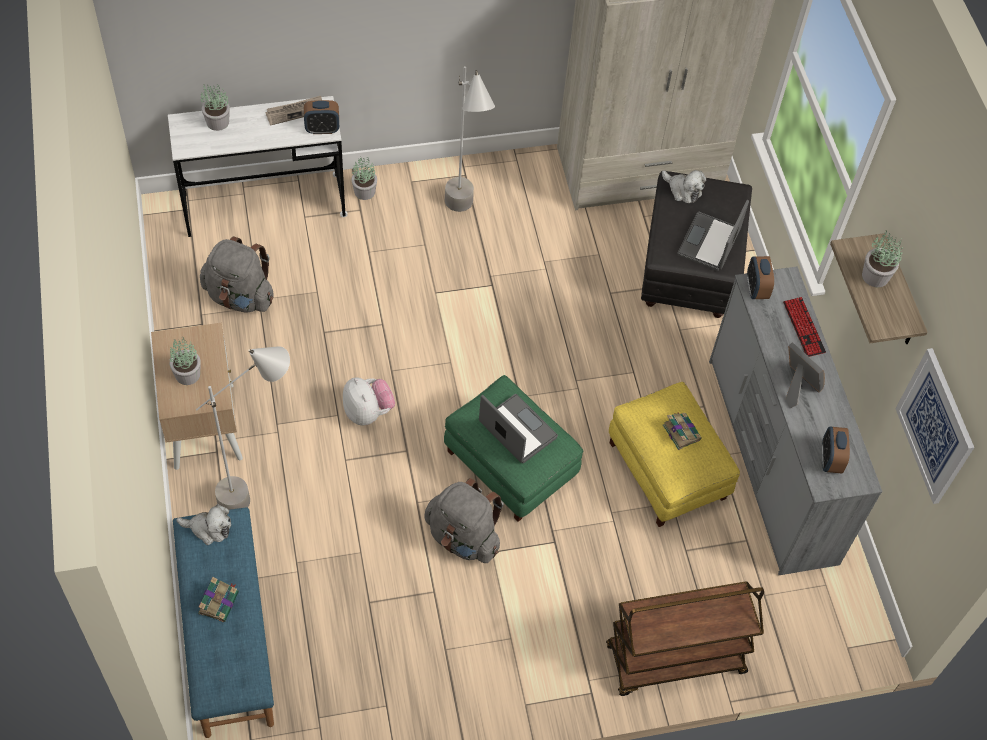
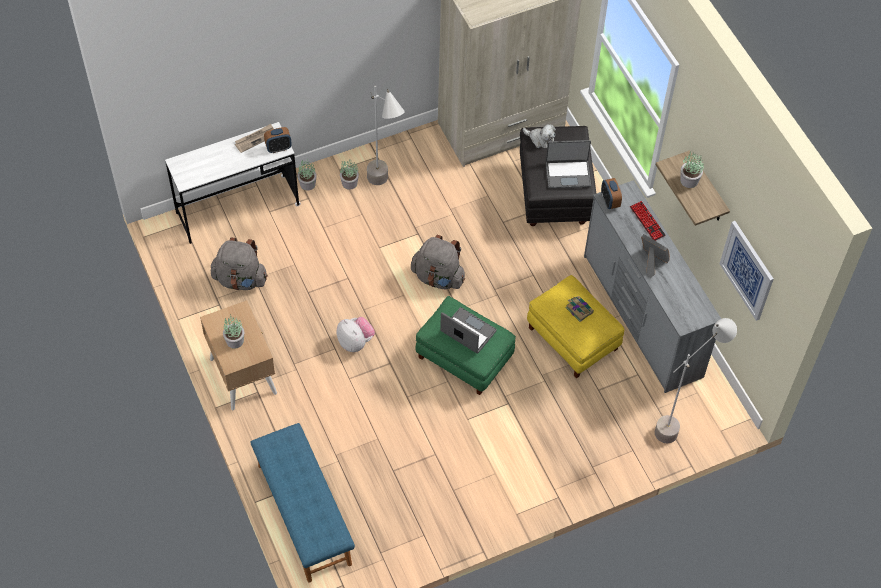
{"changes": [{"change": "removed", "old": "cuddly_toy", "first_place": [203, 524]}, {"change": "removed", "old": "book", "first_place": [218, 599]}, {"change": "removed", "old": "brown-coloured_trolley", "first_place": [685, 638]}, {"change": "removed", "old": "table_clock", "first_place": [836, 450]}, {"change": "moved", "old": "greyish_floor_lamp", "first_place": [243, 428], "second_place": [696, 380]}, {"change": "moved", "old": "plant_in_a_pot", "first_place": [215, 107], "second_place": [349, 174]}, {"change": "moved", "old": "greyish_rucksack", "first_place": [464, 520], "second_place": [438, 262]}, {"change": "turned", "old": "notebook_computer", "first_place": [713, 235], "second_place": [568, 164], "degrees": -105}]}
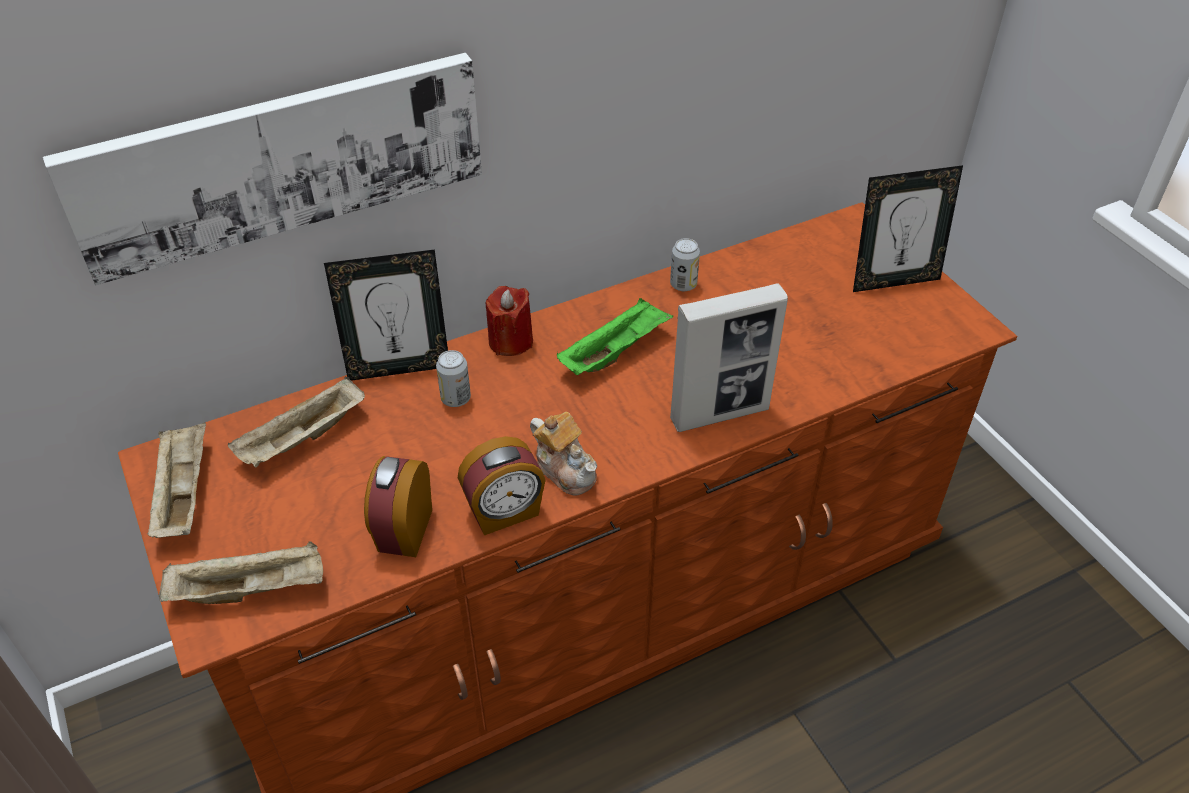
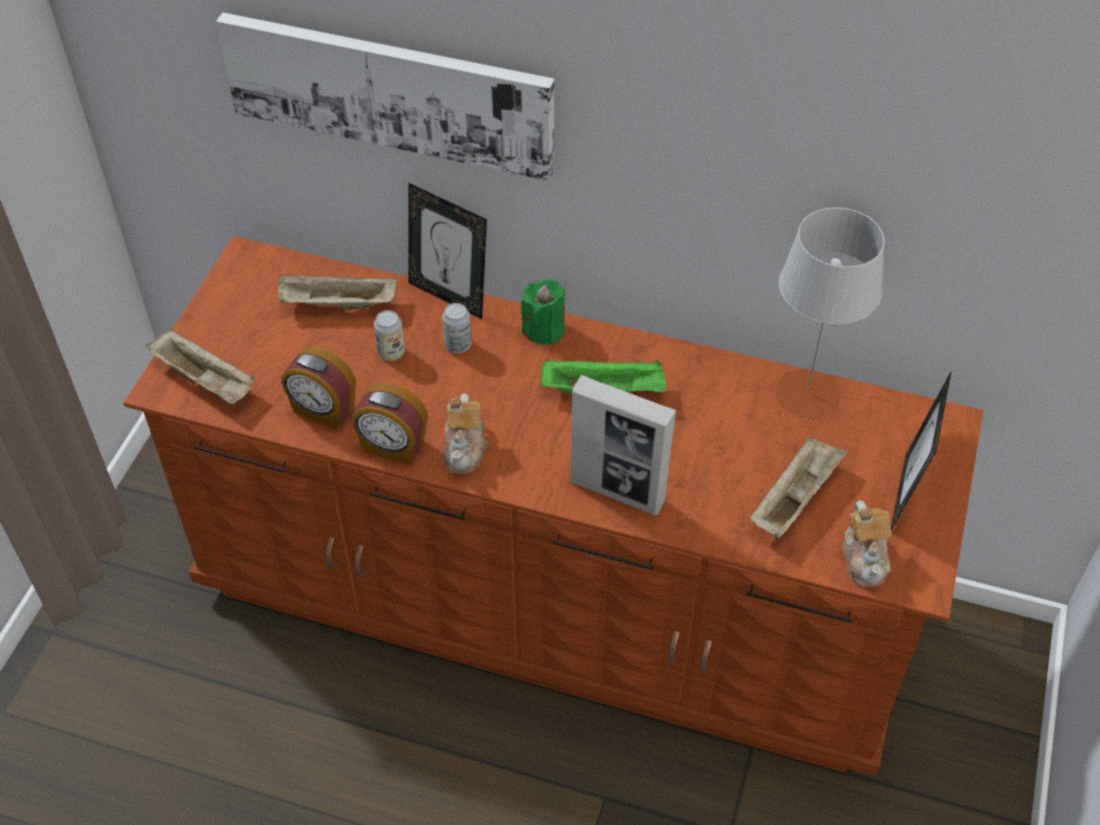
{"changes": [{"change": "added", "new": "greyish_tabletop_lamp", "second_place": [830, 313]}, {"change": "added", "new": "teapot", "second_place": [867, 543]}, {"change": "moved", "old": "sand-coloured_tray", "first_place": [176, 480], "second_place": [798, 487]}, {"change": "moved", "old": "can", "first_place": [685, 264], "second_place": [389, 335]}, {"change": "recoloured", "old": "red-coloured_candle", "new": "green_candle", "first_place": [509, 321], "second_place": [543, 312]}, {"change": "turned", "old": "table_clock", "first_place": [398, 506], "second_place": [318, 387], "degrees": -120}, {"change": "turned", "old": "standing_frame", "first_place": [908, 228], "second_place": [921, 450], "degrees": 75}]}
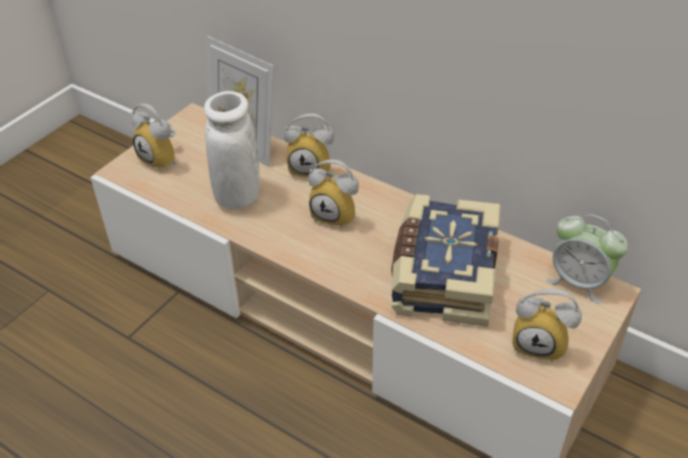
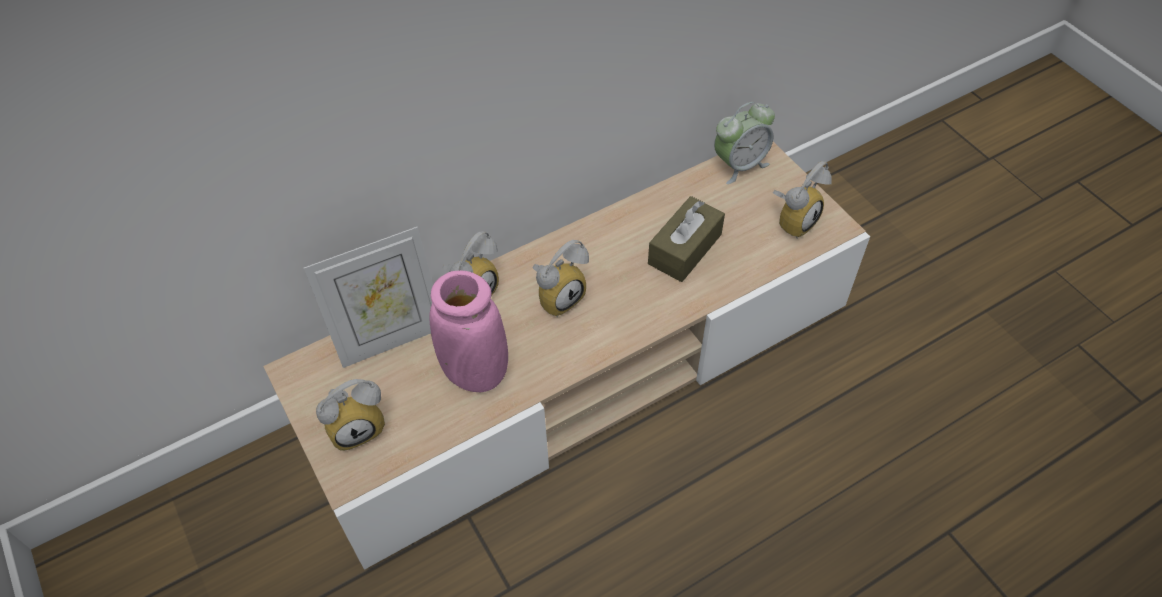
{"changes": [{"change": "replaced", "old": "book", "new": "brown-coloured_tissue_holder", "first_place": [446, 260], "second_place": [686, 239]}, {"change": "recoloured", "old": "whitish_flower_vase", "new": "pink-coloured_flower_vase", "first_place": [232, 150], "second_place": [468, 331]}]}
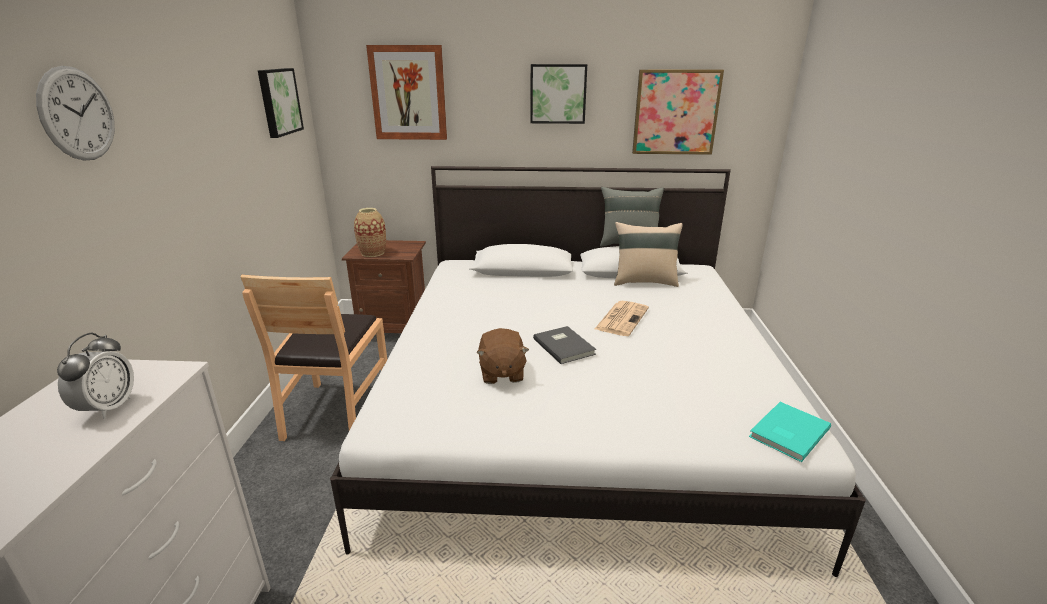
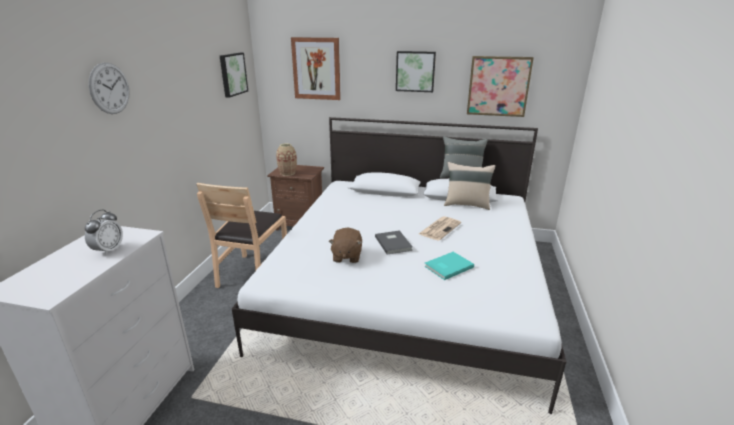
{"changes": [{"change": "moved", "old": "turquoise-coloured_book", "first_place": [790, 432], "second_place": [449, 266]}]}
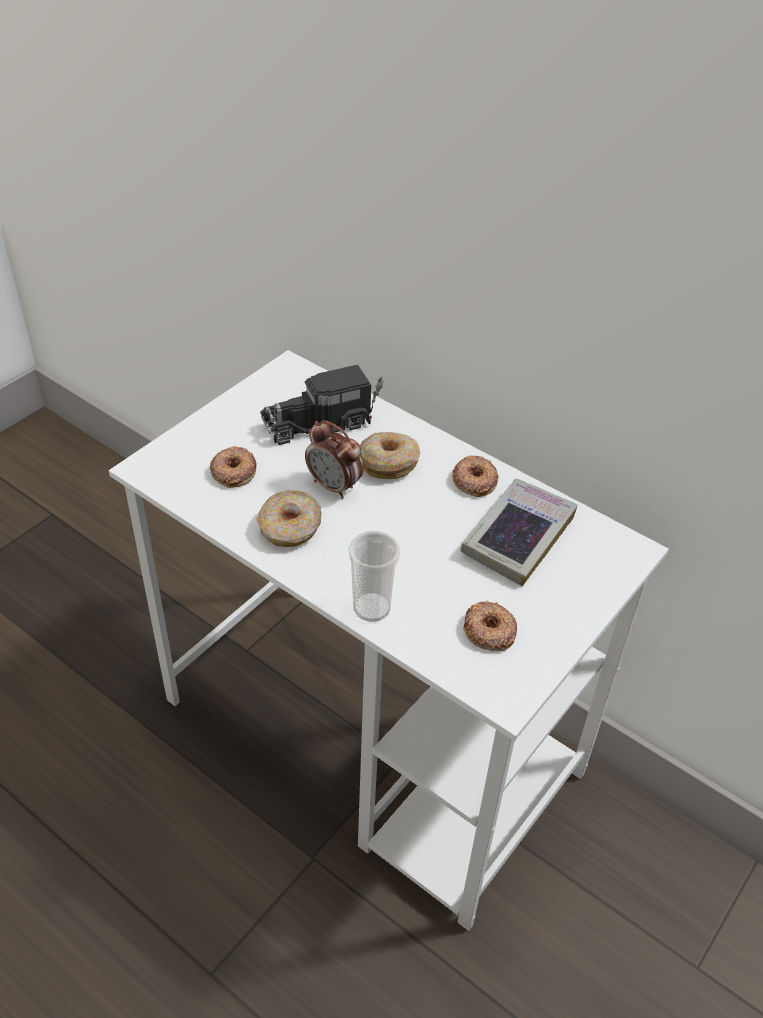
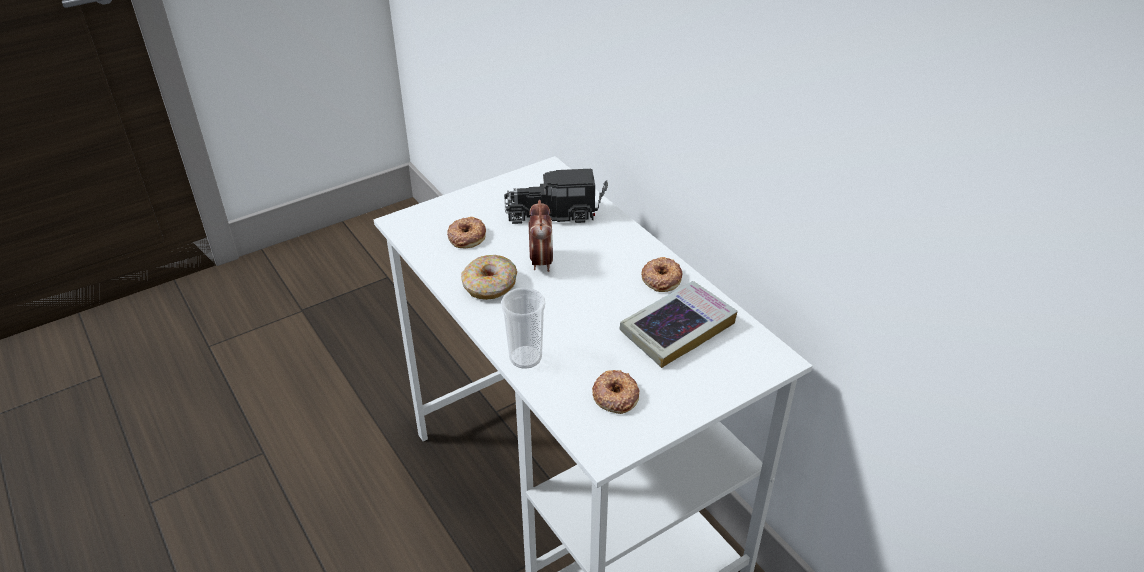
{"changes": [{"change": "removed", "old": "donut", "first_place": [390, 455]}, {"change": "turned", "old": "table_clock", "first_place": [334, 459], "second_place": [540, 236], "degrees": -150}]}
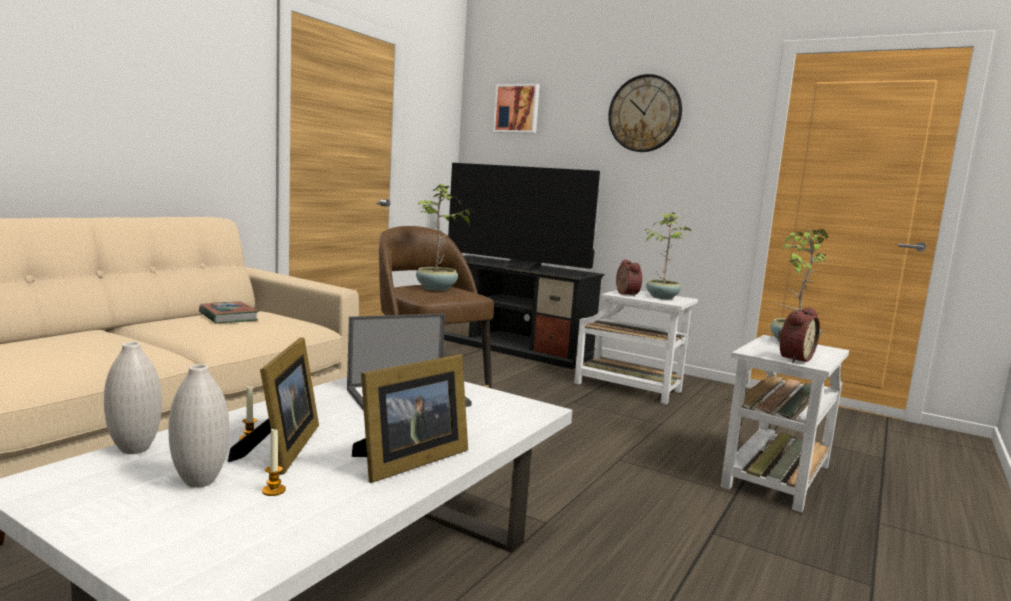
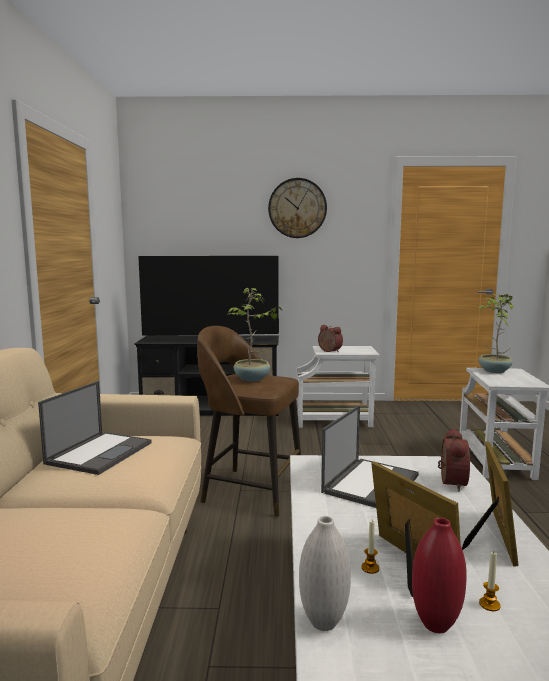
{"changes": [{"change": "removed", "old": "picture", "first_place": [516, 108]}, {"change": "removed", "old": "plant_in_a_pot", "first_place": [667, 255]}, {"change": "moved", "old": "table_clock", "first_place": [799, 335], "second_place": [454, 459]}, {"change": "replaced", "old": "book", "new": "notebook_computer", "first_place": [229, 313], "second_place": [95, 428]}, {"change": "recoloured", "old": "whitish_flower_vase", "new": "red-coloured_flower_vase", "first_place": [199, 426], "second_place": [439, 575]}]}
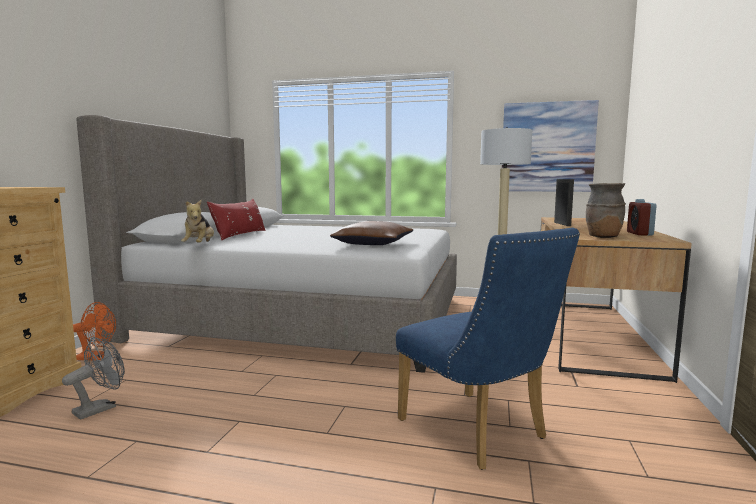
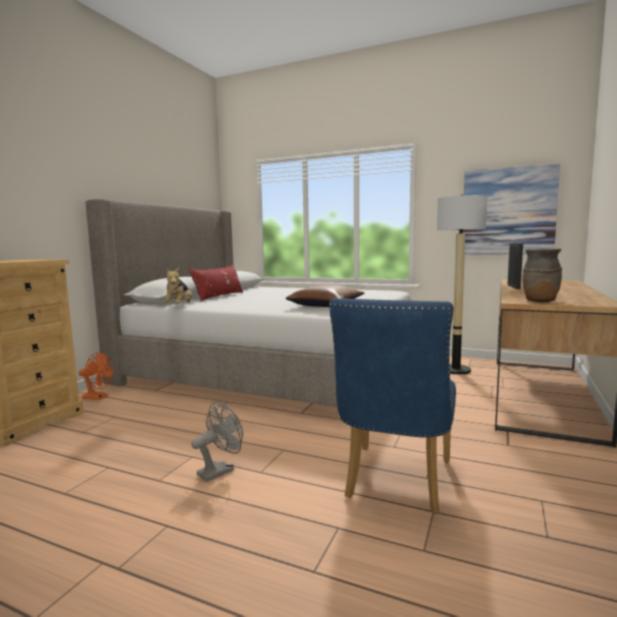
{"changes": [{"change": "removed", "old": "table_clock", "first_place": [641, 217]}, {"change": "moved", "old": "greyish_electric_fan", "first_place": [93, 378], "second_place": [217, 442]}, {"change": "turned", "old": "blue_chair", "first_place": [488, 349], "second_place": [392, 406], "degrees": 45}]}
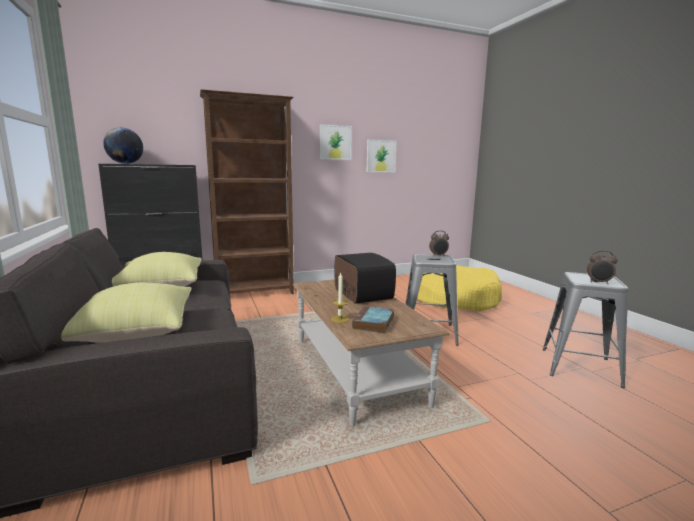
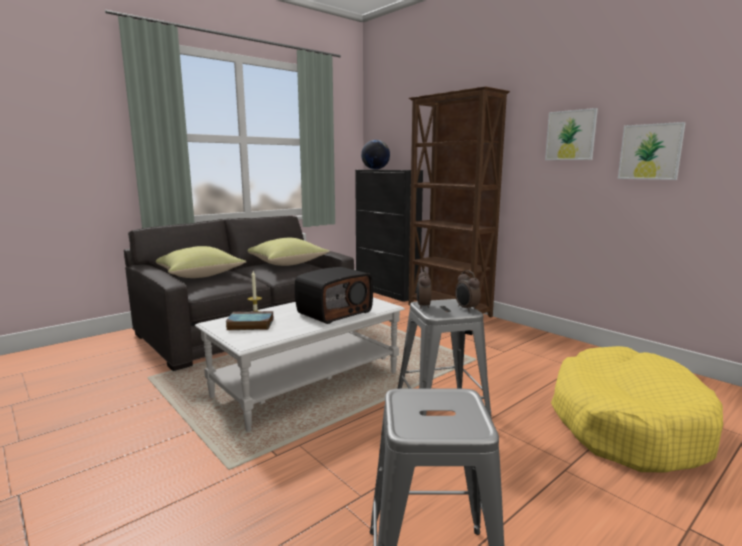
{"changes": [{"change": "moved", "old": "table_clock", "first_place": [602, 267], "second_place": [424, 288]}, {"change": "recoloured", "old": "brown-coloured_low_table", "new": "whitish_low_table", "first_place": [371, 353], "second_place": [300, 365]}]}
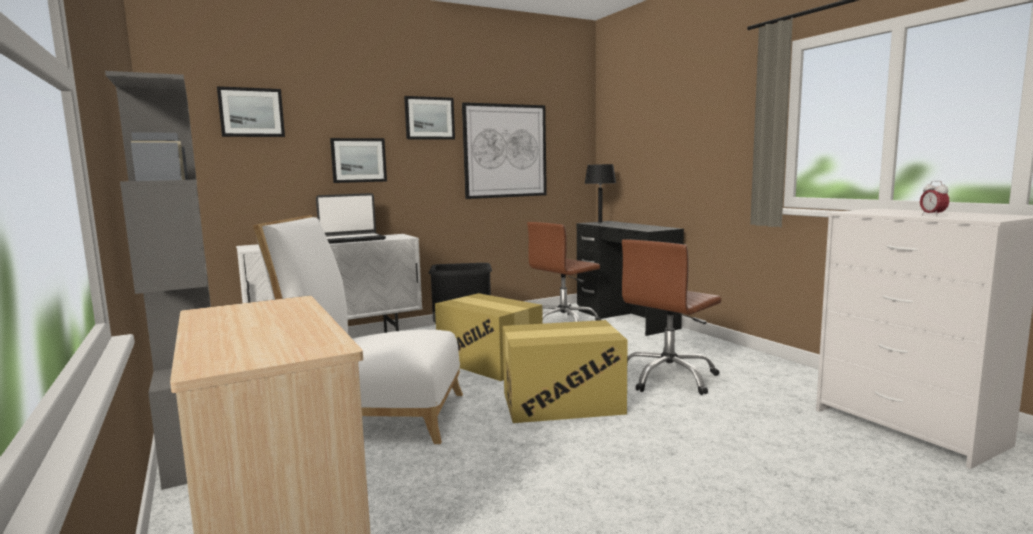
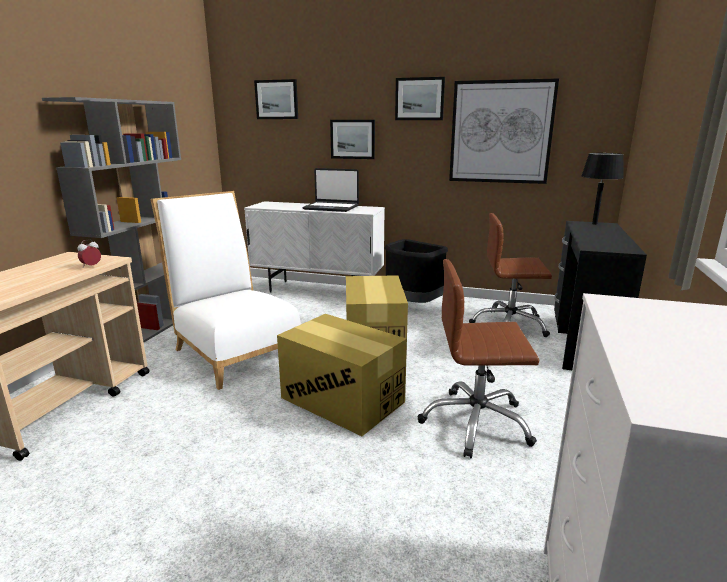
{"changes": [{"change": "moved", "old": "table_clock", "first_place": [934, 198], "second_place": [89, 253]}]}
